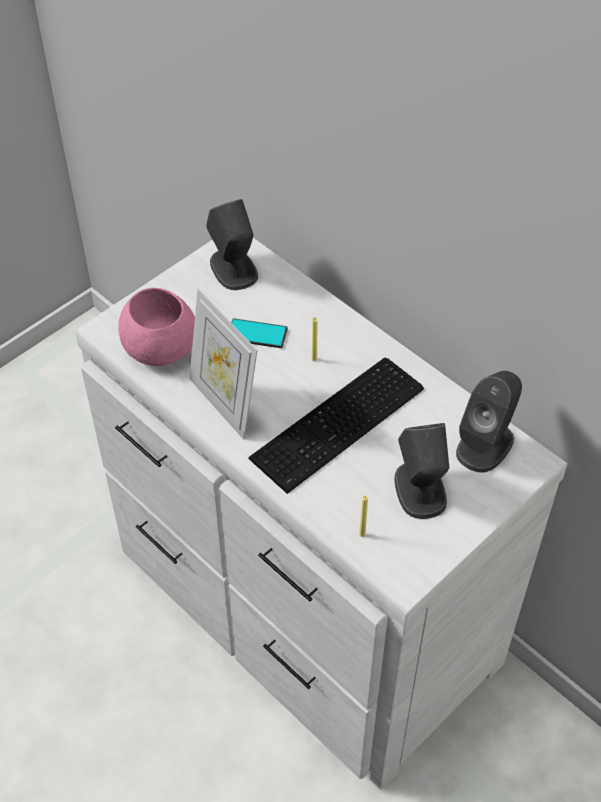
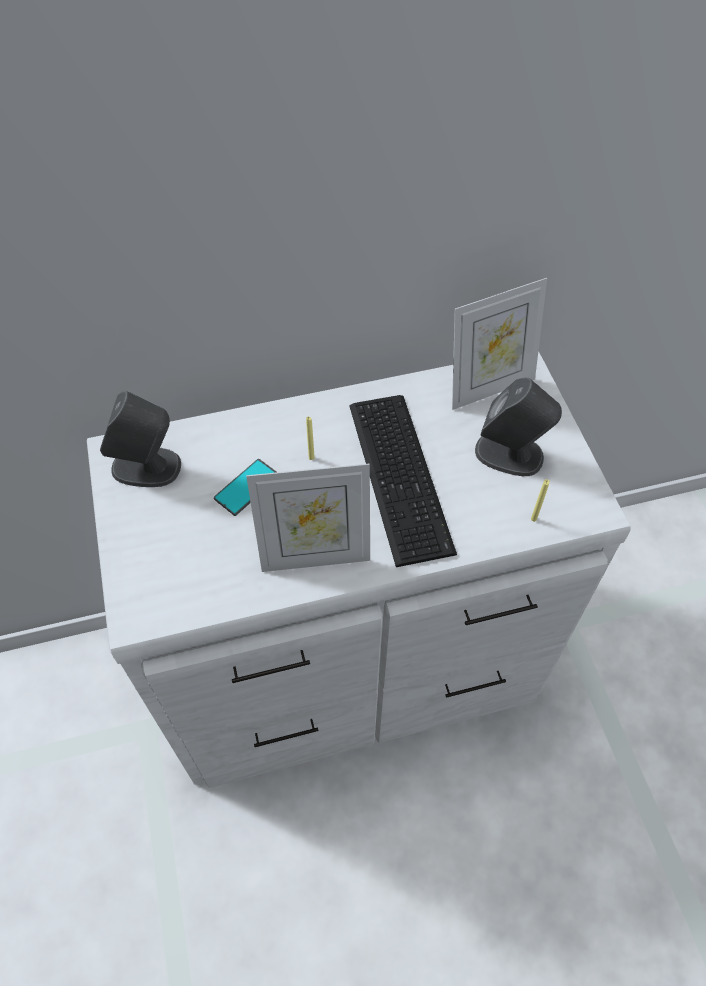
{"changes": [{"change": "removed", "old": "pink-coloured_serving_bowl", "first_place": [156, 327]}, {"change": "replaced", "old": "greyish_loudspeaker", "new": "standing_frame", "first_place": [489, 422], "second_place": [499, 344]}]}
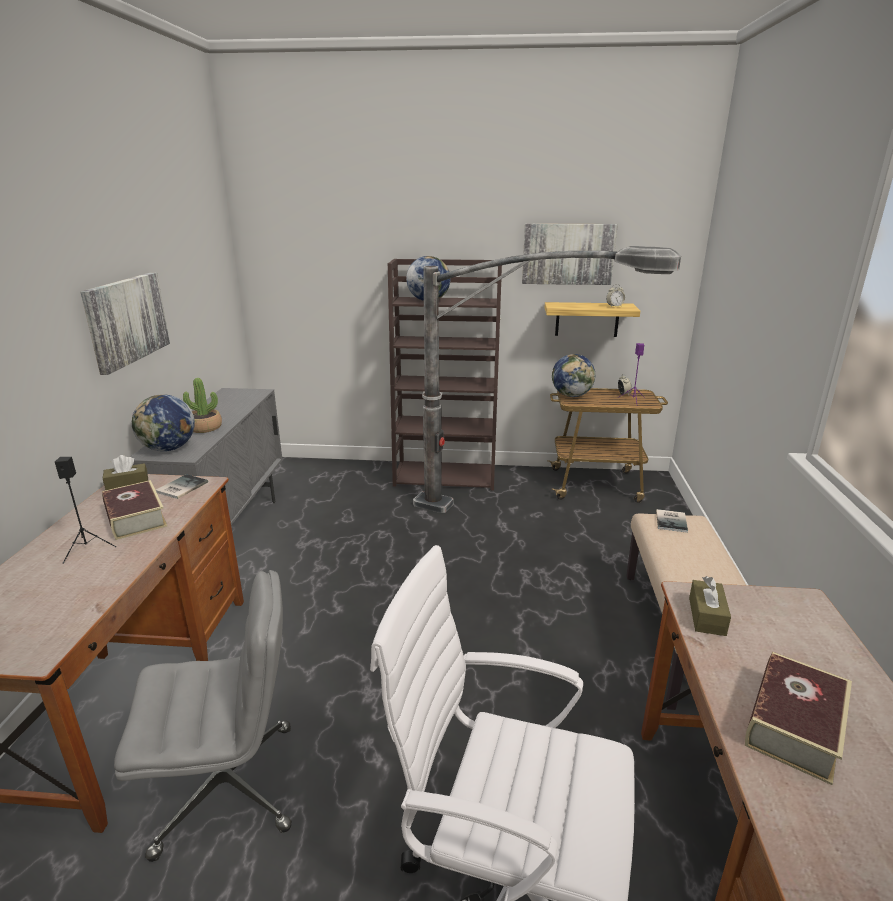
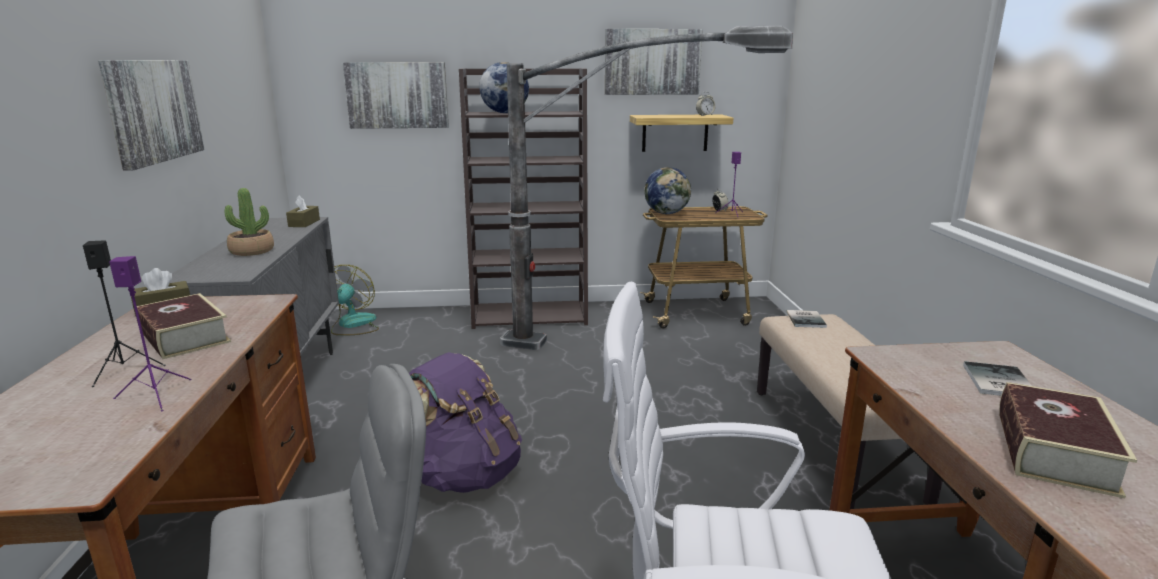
{"changes": [{"change": "removed", "old": "world_globe", "first_place": [163, 422]}, {"change": "added", "new": "purple_loudspeaker", "second_place": [150, 334]}, {"change": "added", "new": "electric_fan", "second_place": [355, 300]}, {"change": "added", "new": "picture", "second_place": [396, 95]}, {"change": "added", "new": "purple_rucksack", "second_place": [465, 422]}, {"change": "moved", "old": "book", "first_place": [182, 486], "second_place": [997, 378]}, {"change": "moved", "old": "brown-coloured_tissue_holder", "first_place": [710, 606], "second_place": [303, 211]}]}
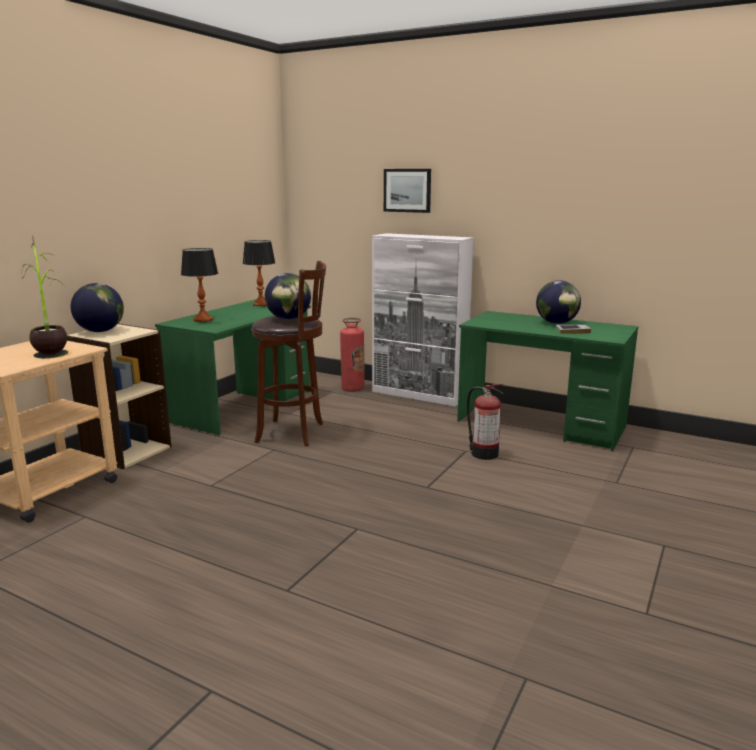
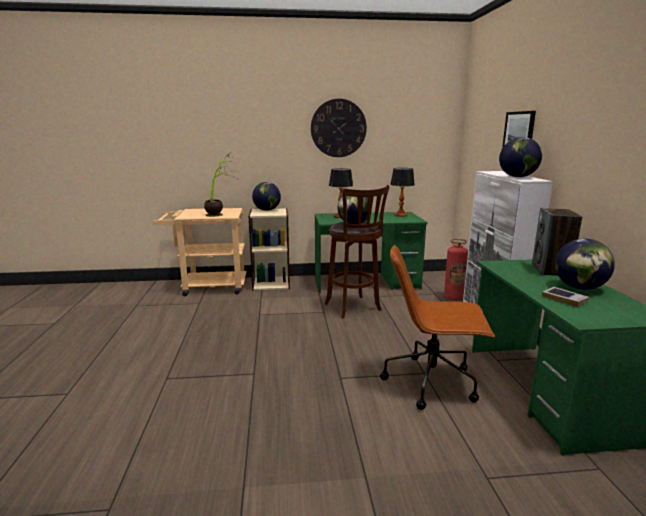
{"changes": [{"change": "added", "new": "clock_on_the_wall", "second_place": [339, 128]}, {"change": "added", "new": "world_globe", "second_place": [520, 157]}, {"change": "added", "new": "loudspeaker", "second_place": [557, 242]}, {"change": "replaced", "old": "extinguisher", "new": "brown-coloured_desk_chair", "first_place": [485, 422], "second_place": [437, 327]}]}
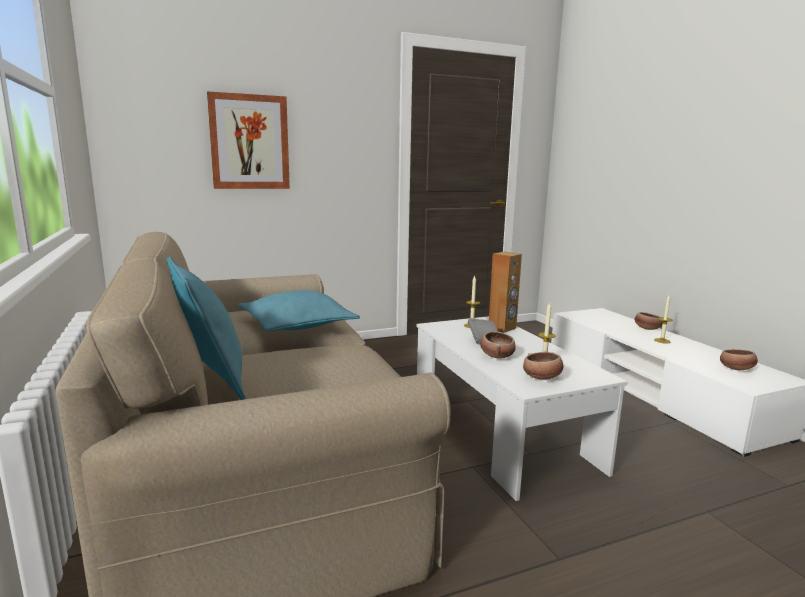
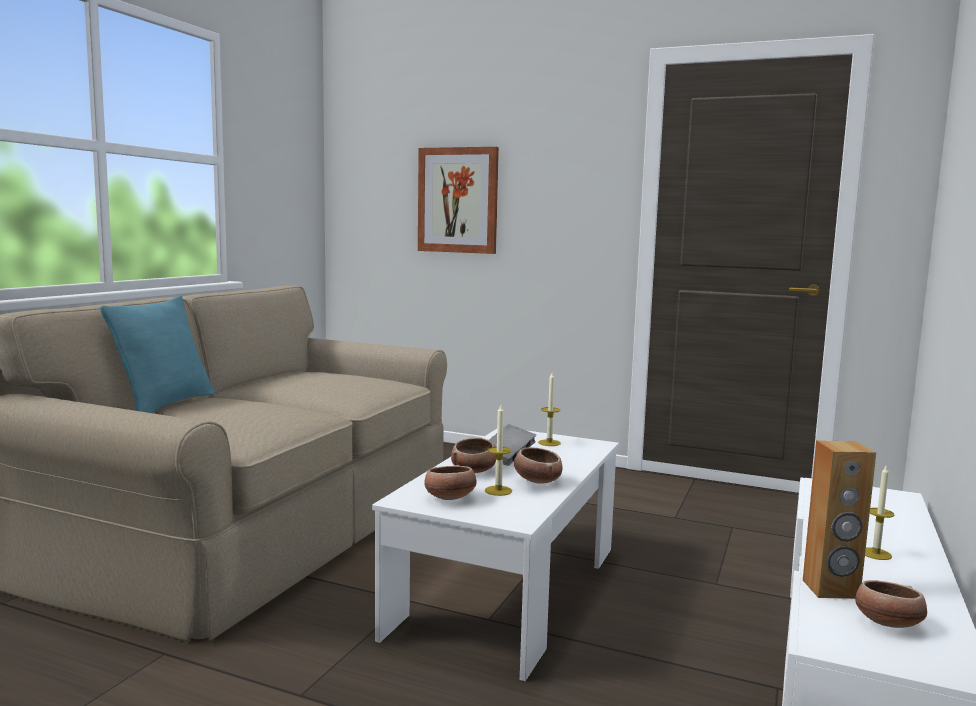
{"changes": [{"change": "removed", "old": "turquoise-coloured_pillow", "first_place": [299, 310]}, {"change": "moved", "old": "brown-coloured_loudspeaker", "first_place": [505, 292], "second_place": [839, 519]}, {"change": "moved", "old": "serving_bowl", "first_place": [648, 321], "second_place": [538, 465]}]}
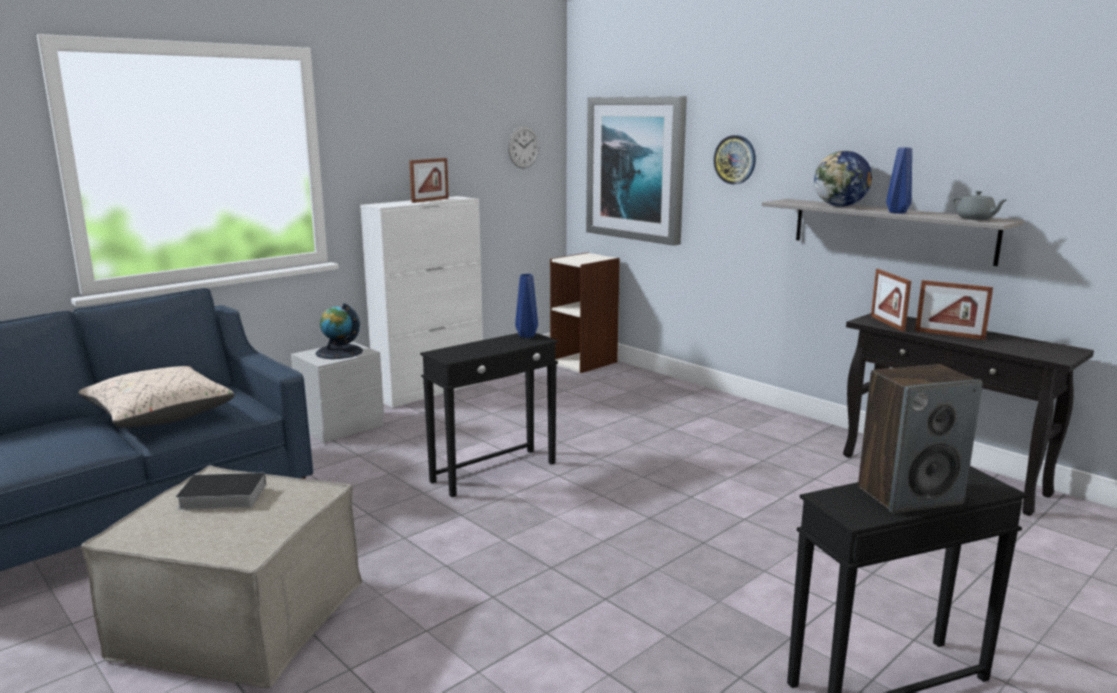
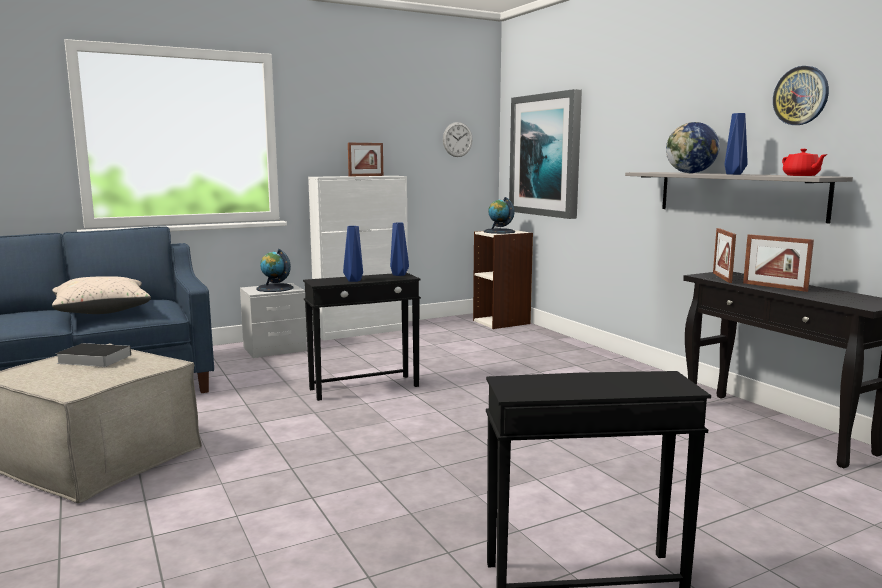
{"changes": [{"change": "removed", "old": "loudspeaker", "first_place": [920, 438]}, {"change": "added", "new": "blue_flower_vase", "second_place": [353, 254]}, {"change": "added", "new": "world_globe", "second_place": [499, 215]}, {"change": "moved", "old": "clock_on_the_wall", "first_place": [735, 160], "second_place": [801, 95]}, {"change": "recoloured", "old": "greyish_teapot", "new": "red-coloured_teapot", "first_place": [979, 205], "second_place": [804, 162]}]}
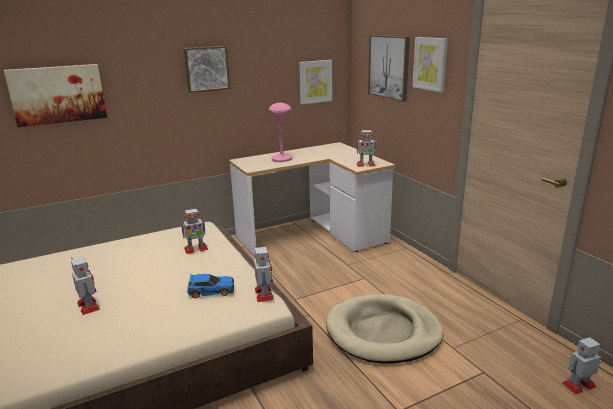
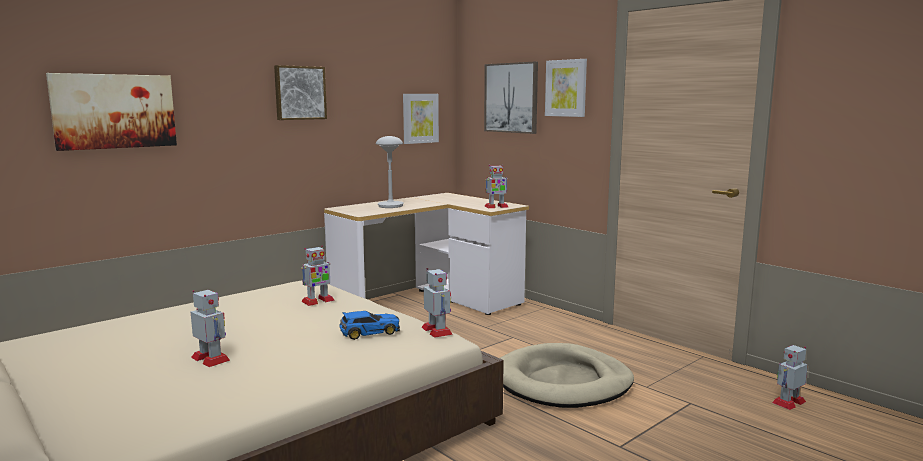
{"changes": [{"change": "recoloured", "old": "pink-coloured_tabletop_lamp", "new": "greyish_tabletop_lamp", "first_place": [281, 132], "second_place": [390, 172]}]}
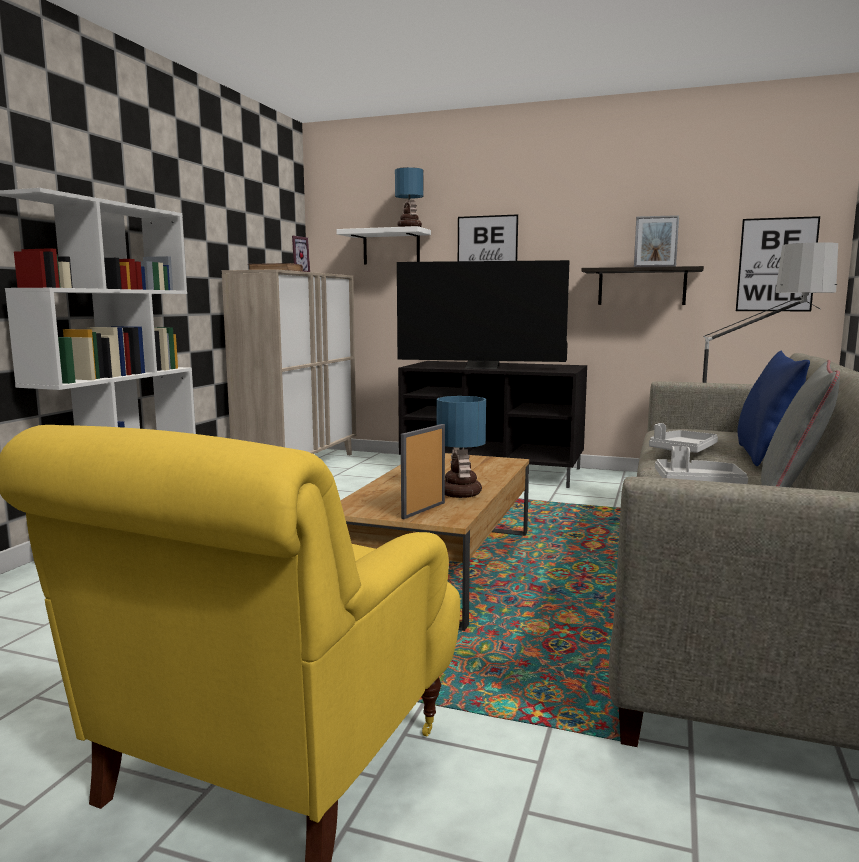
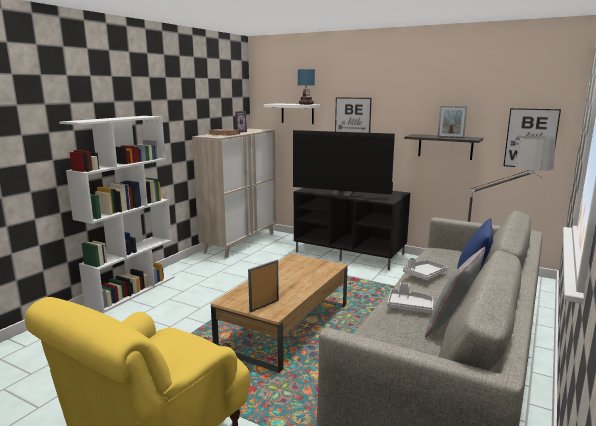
{"changes": [{"change": "removed", "old": "tabletop_lamp", "first_place": [461, 447]}]}
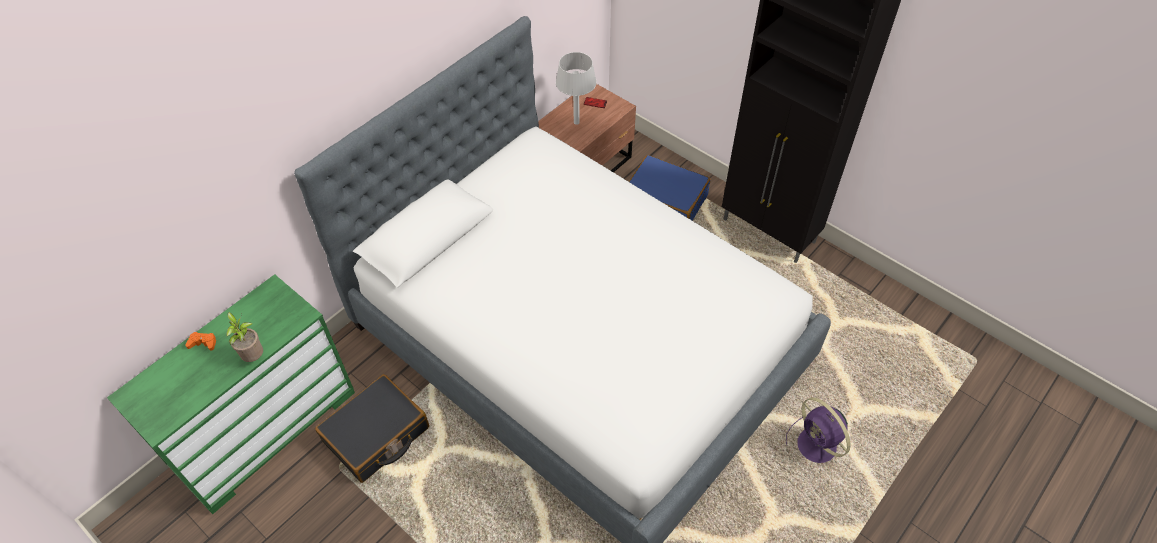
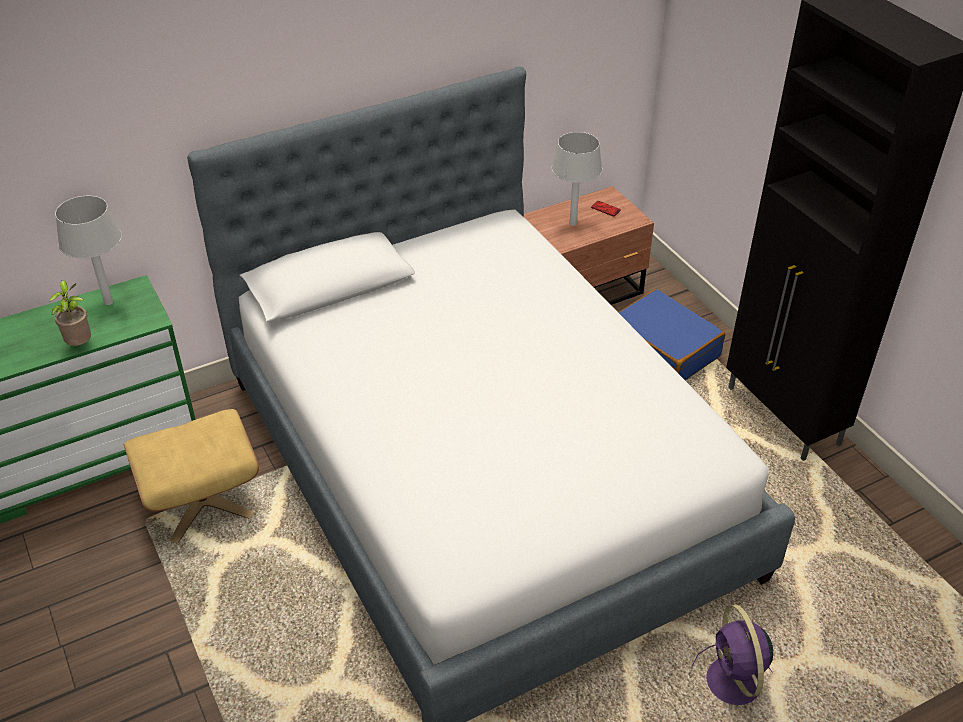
{"changes": [{"change": "removed", "old": "orangey_gamepad", "first_place": [200, 341]}, {"change": "added", "new": "greyish_tabletop_lamp", "second_place": [88, 250]}, {"change": "replaced", "old": "black_travel_case", "new": "sand-coloured_footrest", "first_place": [372, 428], "second_place": [191, 476]}]}
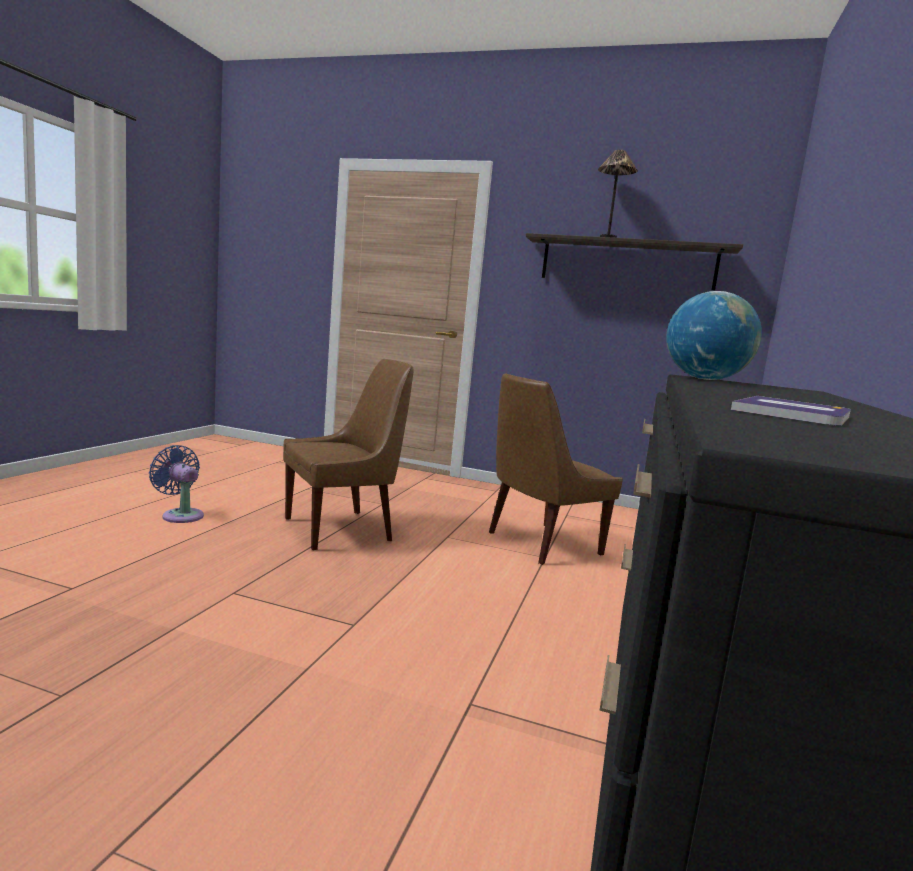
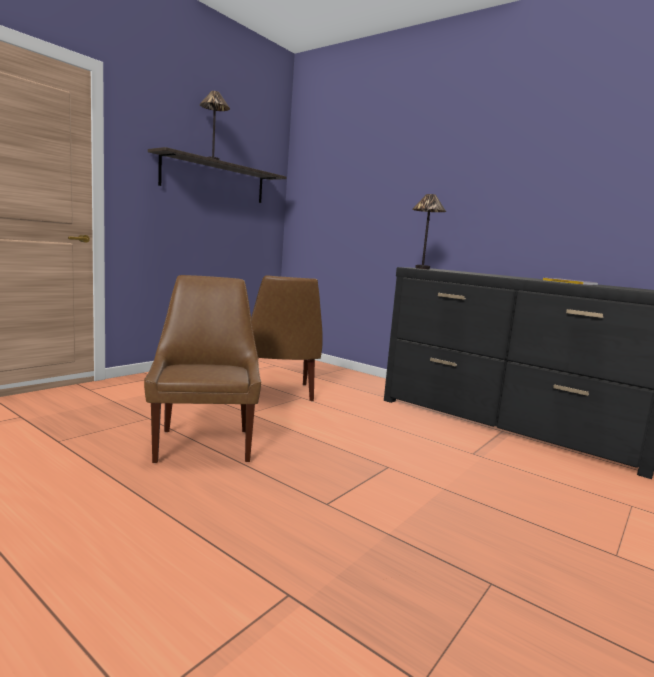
{"changes": [{"change": "removed", "old": "blue_electric_fan", "first_place": [176, 484]}, {"change": "replaced", "old": "world_globe", "new": "tabletop_lamp", "first_place": [714, 335], "second_place": [429, 231]}]}
